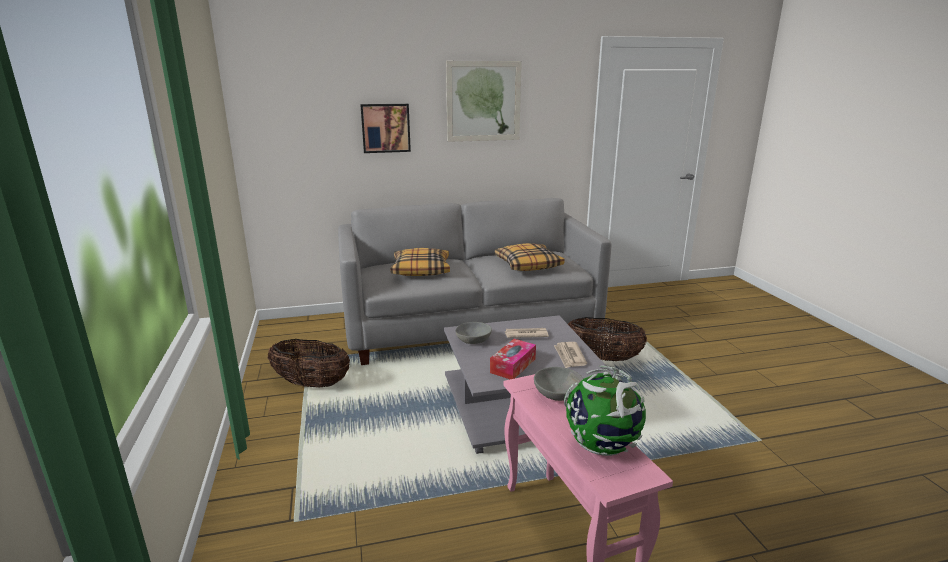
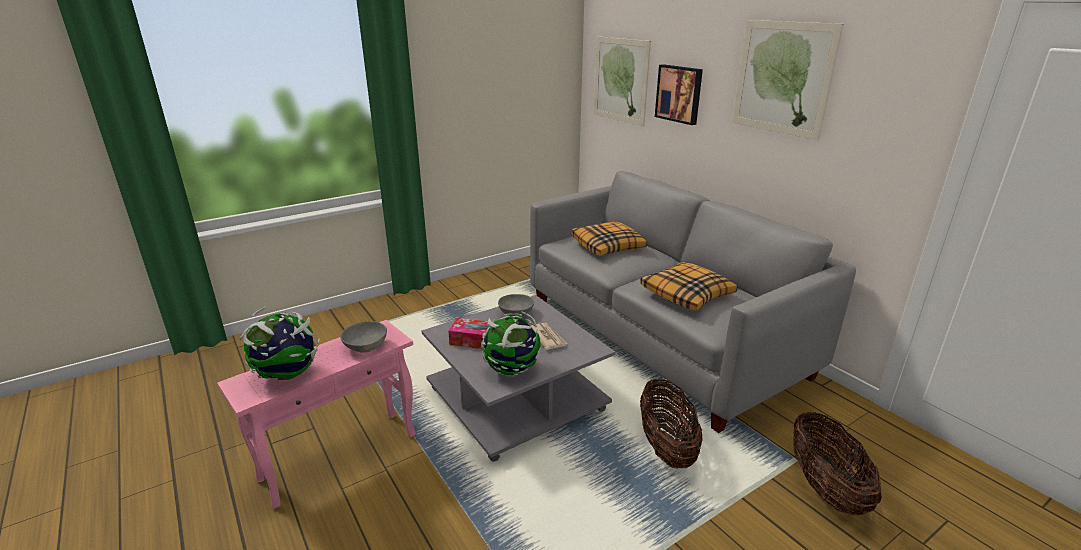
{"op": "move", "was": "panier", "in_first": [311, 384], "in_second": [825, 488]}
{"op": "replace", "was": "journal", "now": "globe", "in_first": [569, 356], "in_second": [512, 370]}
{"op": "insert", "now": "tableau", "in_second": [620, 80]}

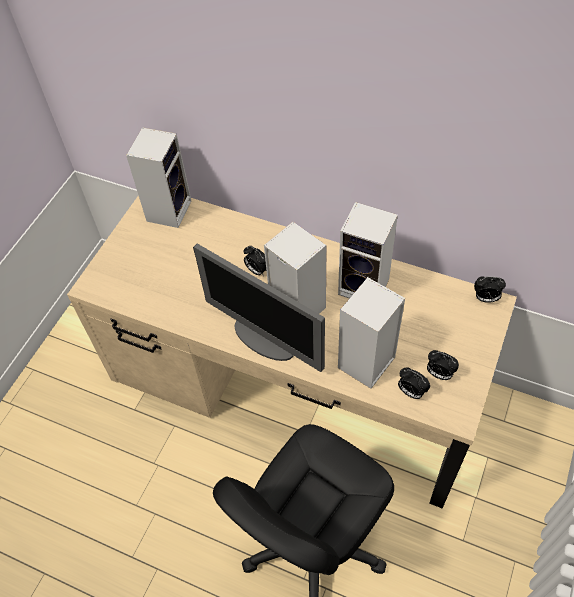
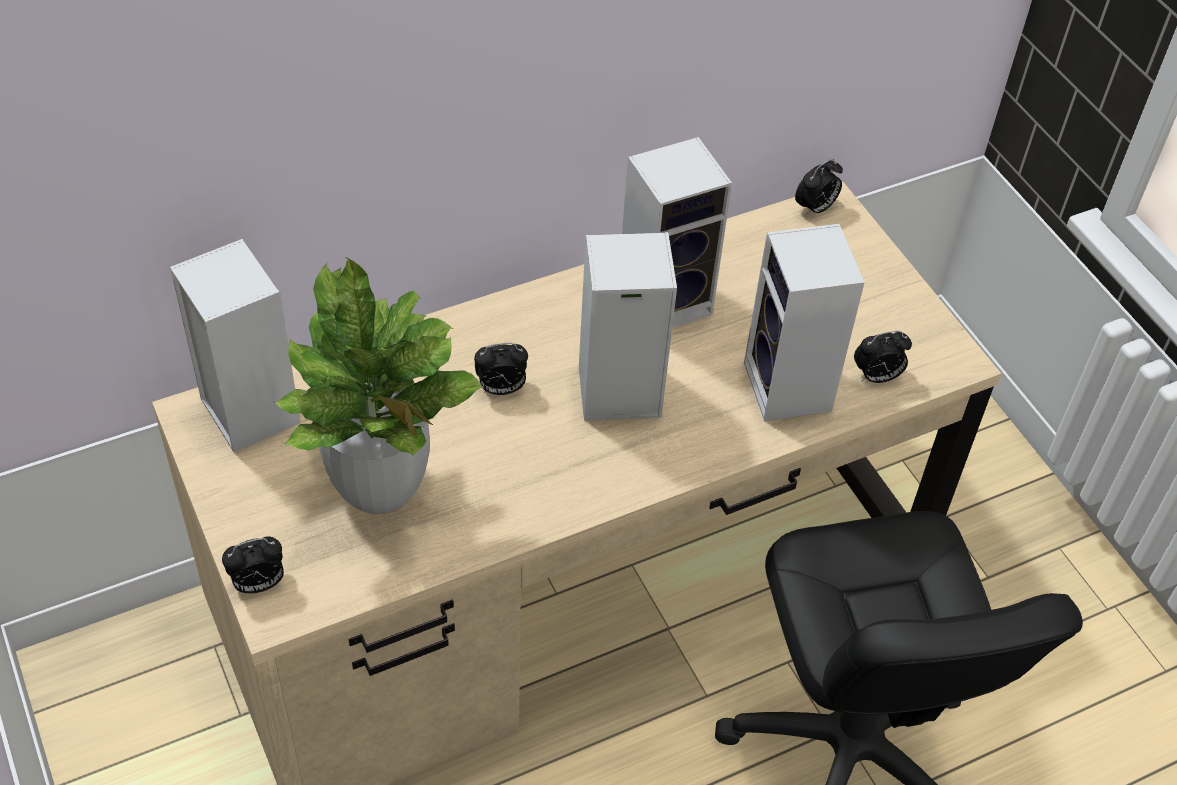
{"op": "delete", "was": "écran d'ordinateur", "in_first": [264, 340]}
{"op": "move", "was": "réveil", "in_first": [439, 374], "in_second": [258, 584]}
{"op": "insert", "now": "plante en pot", "in_second": [380, 488]}

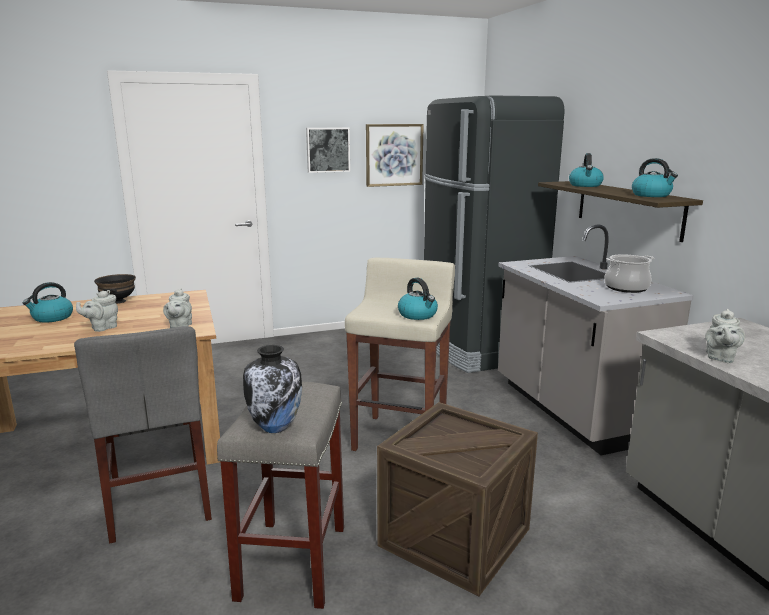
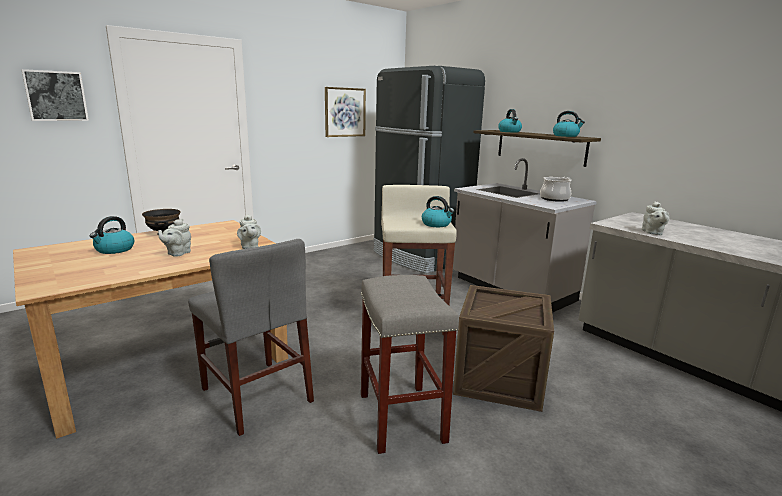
{"op": "delete", "was": "vase", "in_first": [276, 427]}
{"op": "move", "was": "tableau", "in_first": [327, 149], "in_second": [56, 96]}

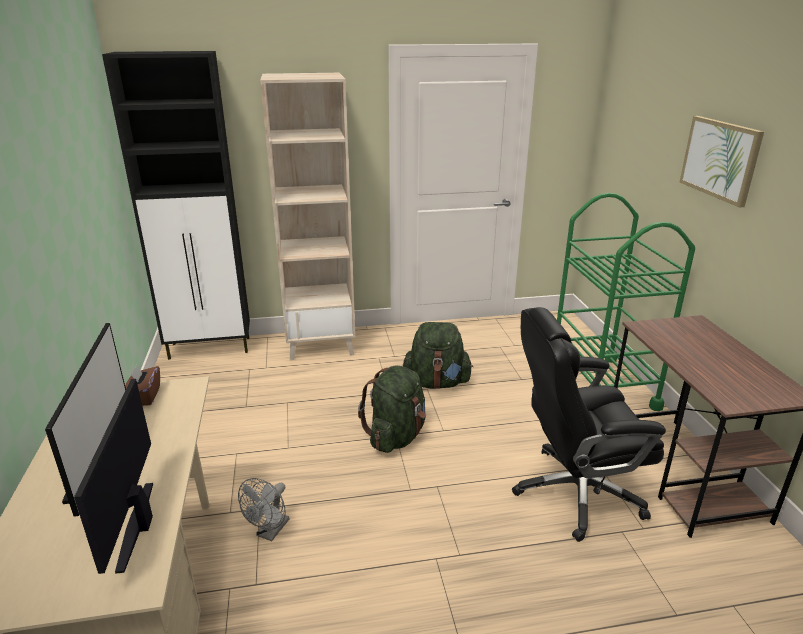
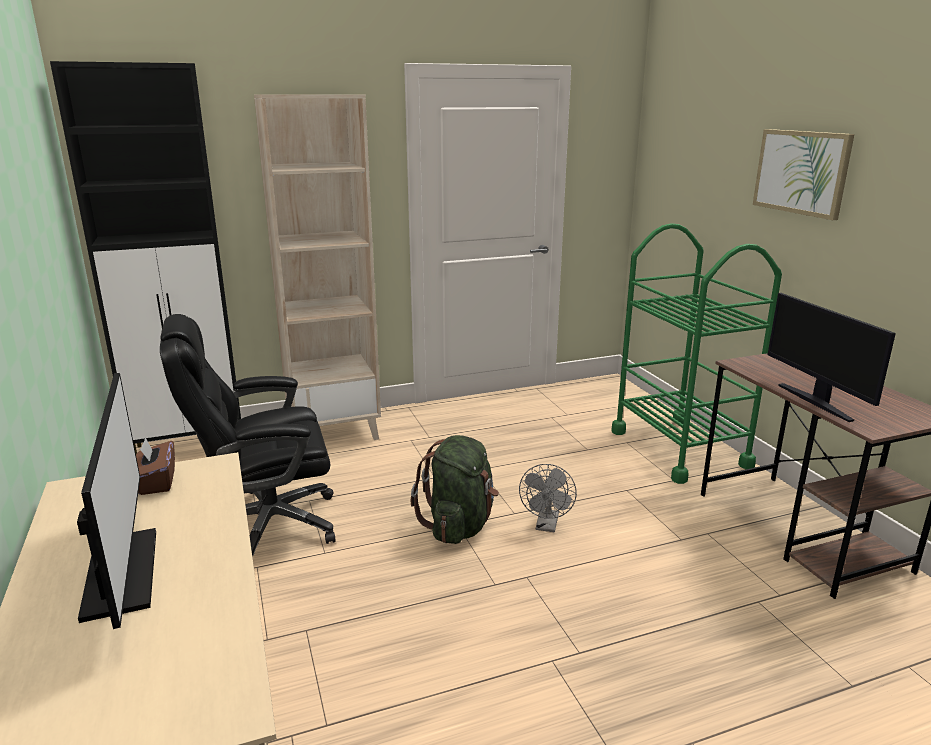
{"op": "move", "was": "écran d'ordinateur", "in_first": [140, 524], "in_second": [816, 402]}
{"op": "move", "was": "ventilateur/gris", "in_first": [270, 532], "in_second": [547, 526]}
{"op": "delete", "was": "sac à dos/vert", "in_first": [436, 382]}
{"op": "move", "was": "chaise de bureau/noir", "in_first": [574, 492], "in_second": [267, 526]}

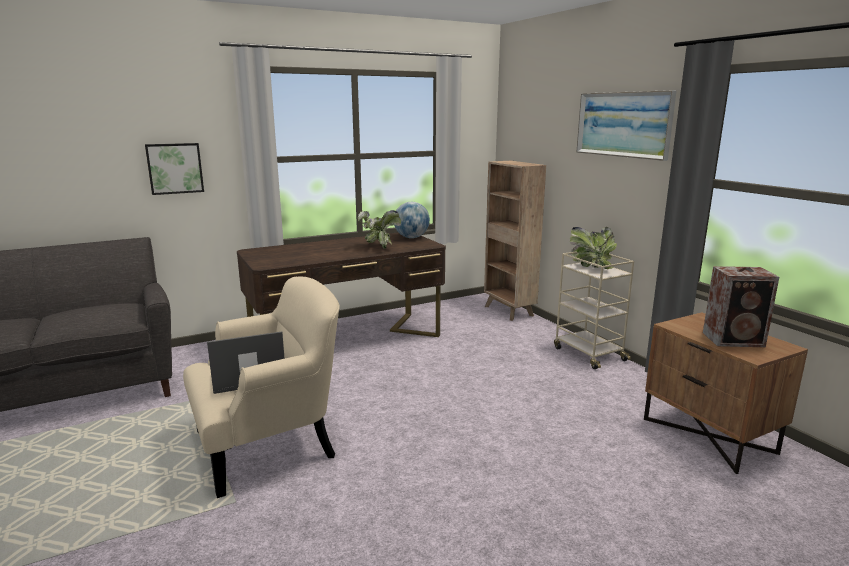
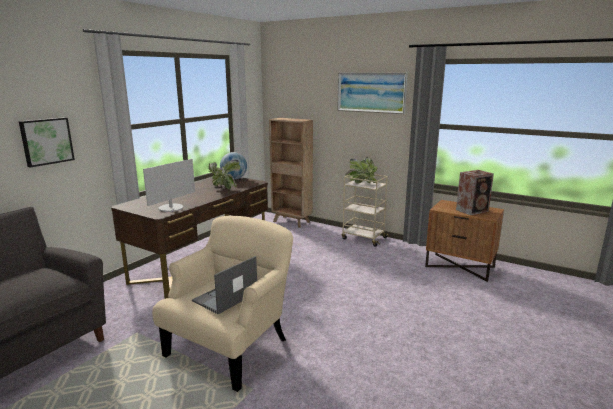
{"op": "insert", "now": "écran d'ordinateur", "in_second": [171, 208]}

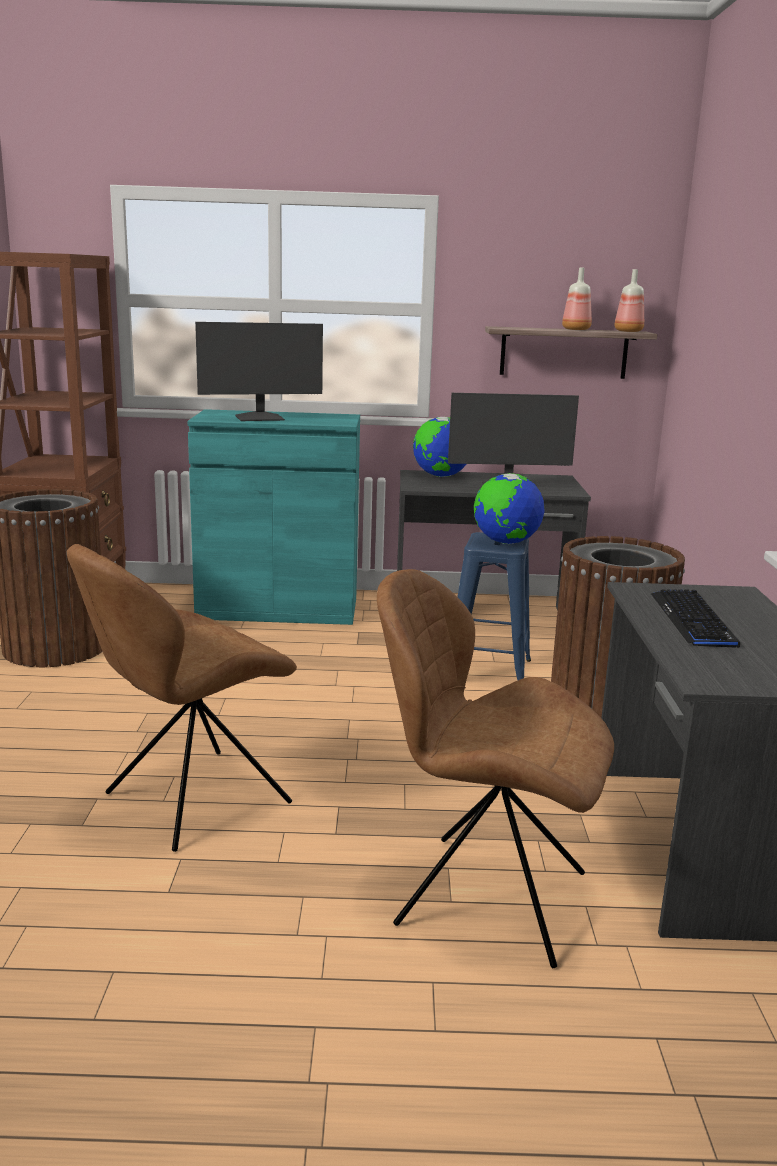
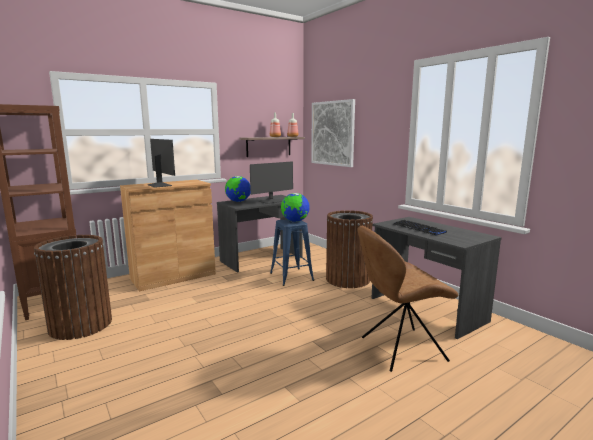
{"op": "delete", "was": "chaise/marron", "in_first": [191, 800]}
{"op": "recolor", "was": "meuble de rangement/turquoise", "now": "meuble de rangement/marron", "in_first": [278, 608], "in_second": [173, 276]}
{"op": "rotate", "was": "écran d'ordinateur", "in_first": [260, 418], "in_second": [160, 185], "clockwise": -75}
{"op": "insert", "now": "tableau", "in_second": [332, 133]}

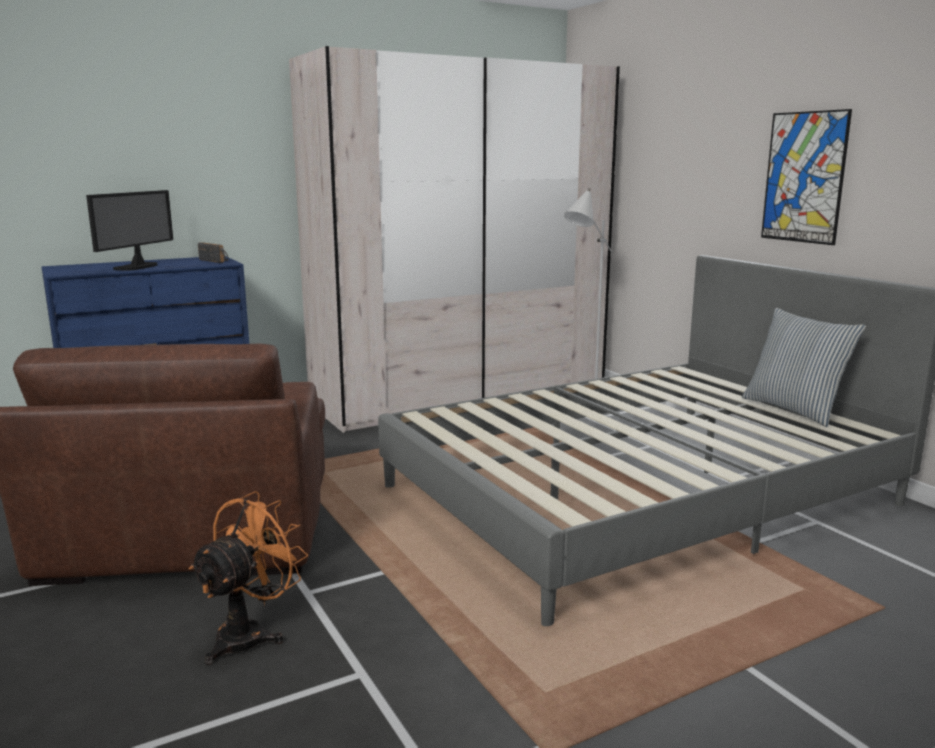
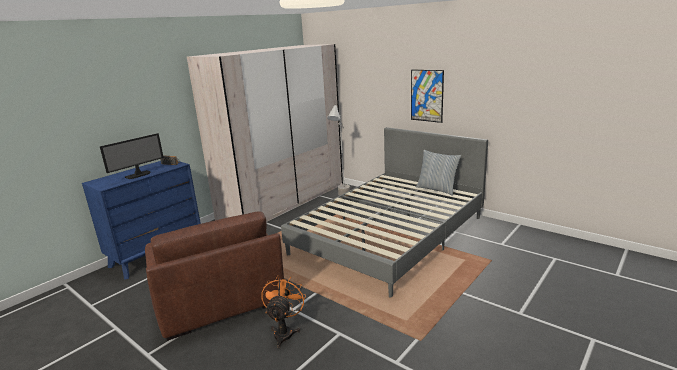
{"op": "rotate", "was": "écran d'ordinateur", "in_first": [138, 267], "in_second": [138, 175], "clockwise": 45}

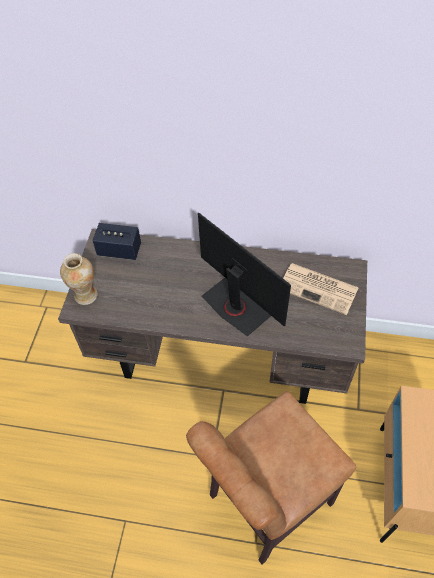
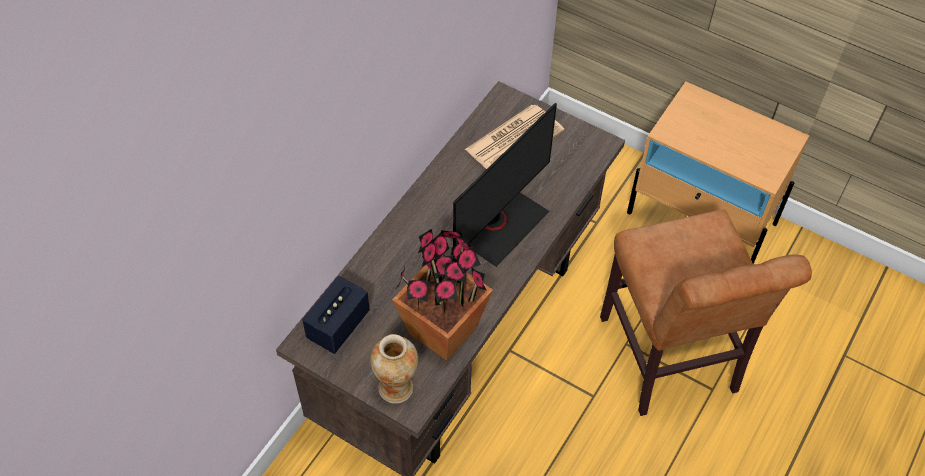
{"op": "rotate", "was": "écran d'ordinateur", "in_first": [238, 304], "in_second": [498, 224], "clockwise": 150}
{"op": "insert", "now": "plante en pot", "in_second": [443, 330]}

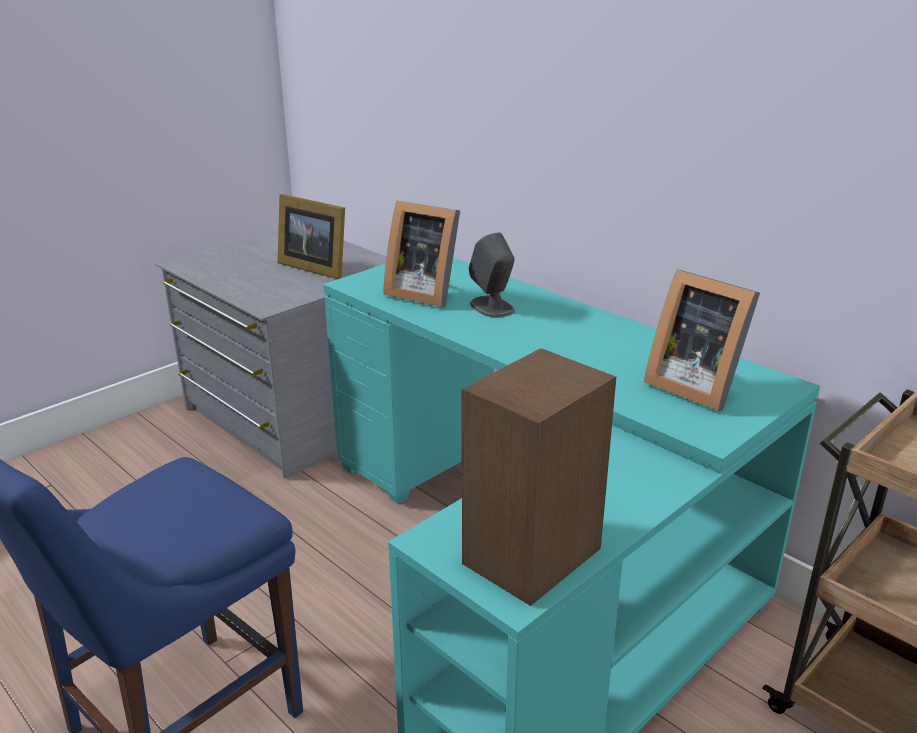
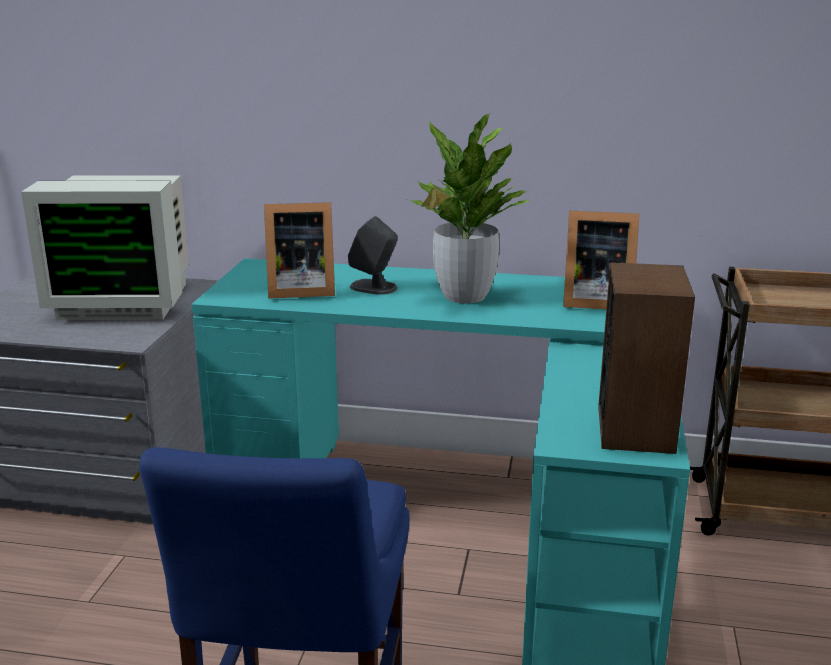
{"op": "replace", "was": "cadre photo", "now": "écran d'ordinateur", "in_first": [314, 267], "in_second": [124, 301]}
{"op": "insert", "now": "plante en pot", "in_second": [464, 296]}

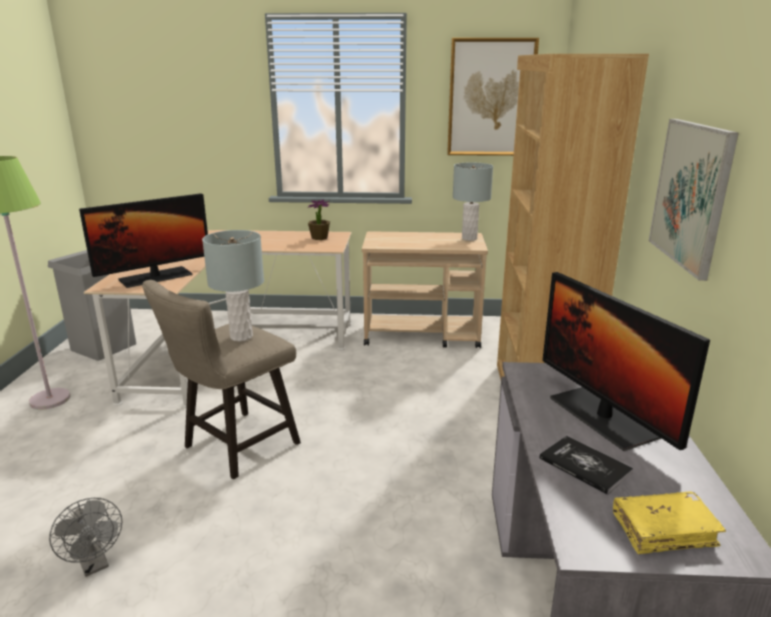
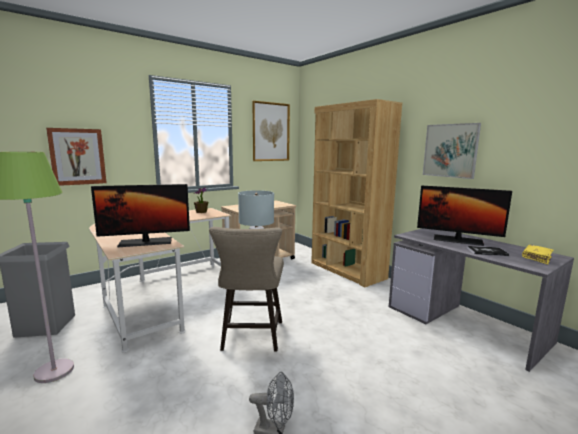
{"op": "rotate", "was": "écran d'ordinateur", "in_first": [156, 277], "in_second": [145, 242], "clockwise": 60}
{"op": "delete", "was": "lampe de table/gris", "in_first": [469, 238]}
{"op": "insert", "now": "tableau", "in_second": [77, 156]}

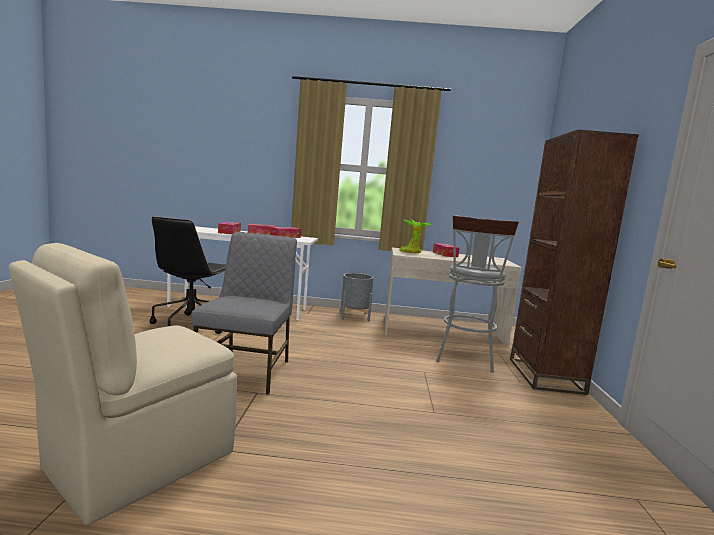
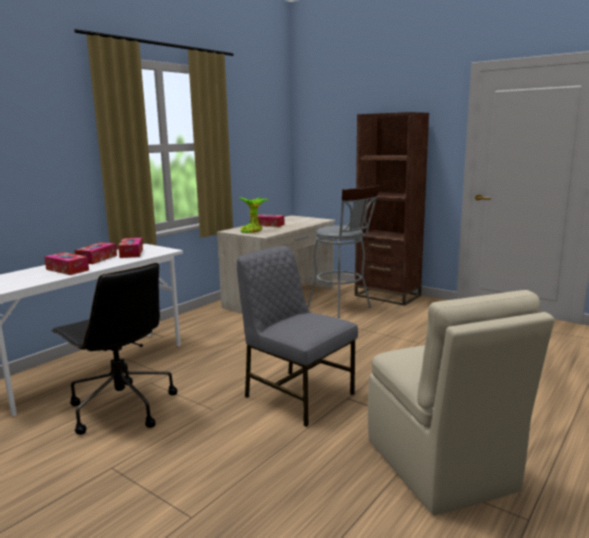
{"op": "delete", "was": "cache-pot/gris", "in_first": [354, 316]}

